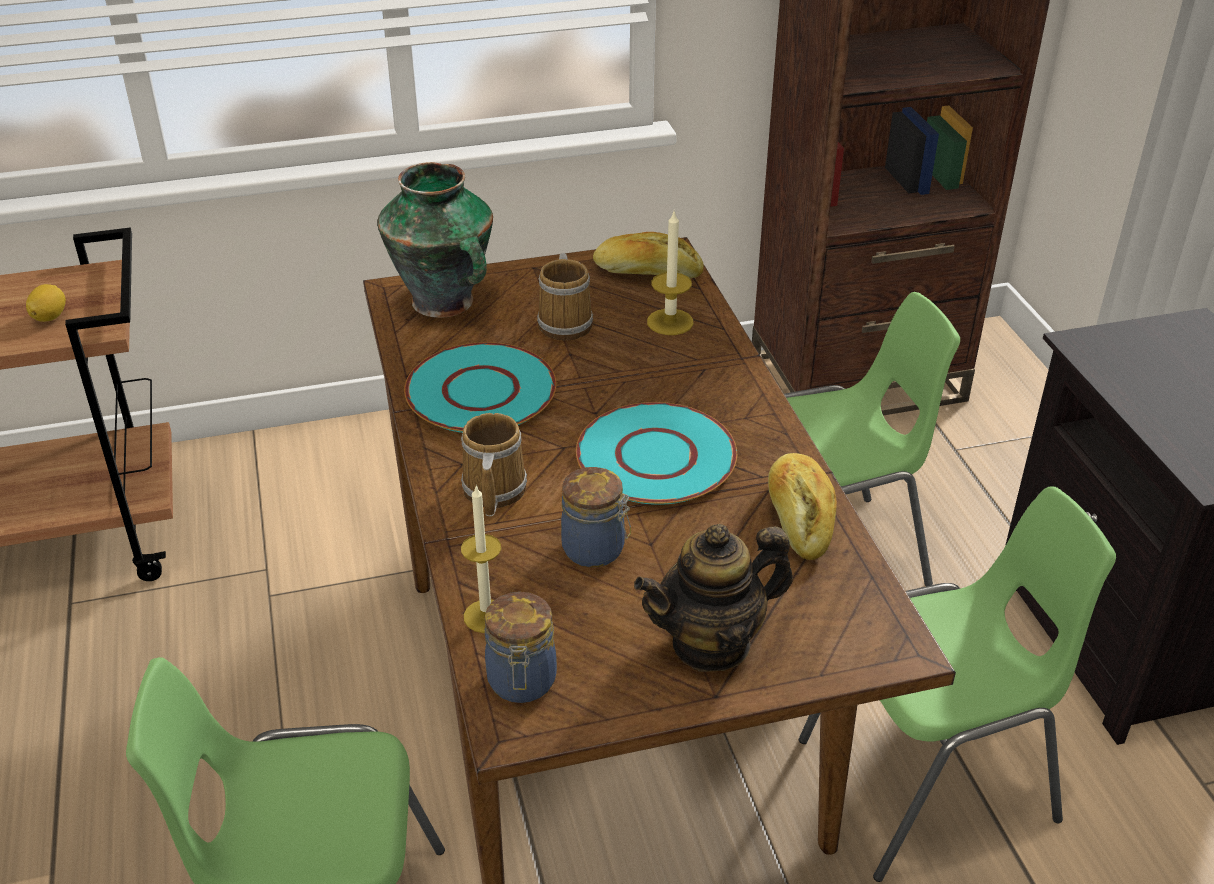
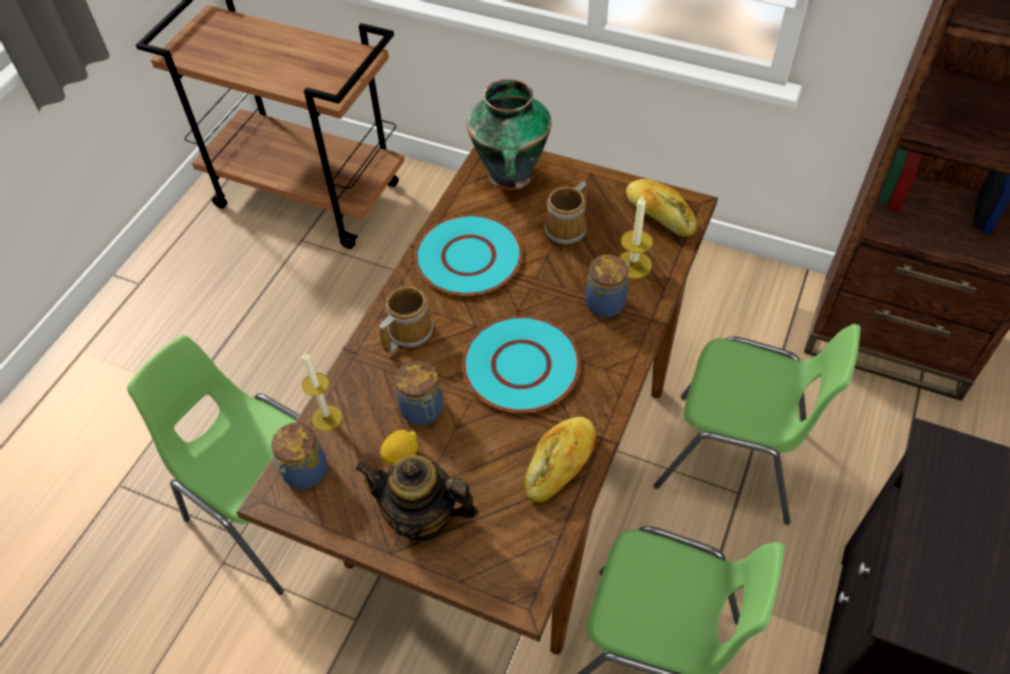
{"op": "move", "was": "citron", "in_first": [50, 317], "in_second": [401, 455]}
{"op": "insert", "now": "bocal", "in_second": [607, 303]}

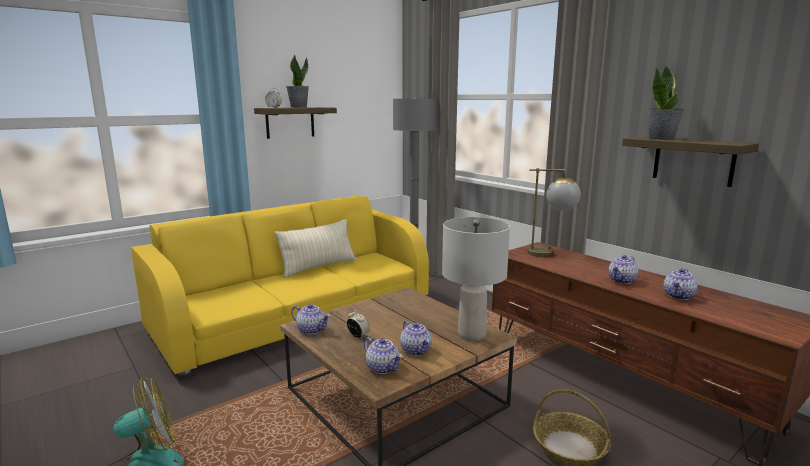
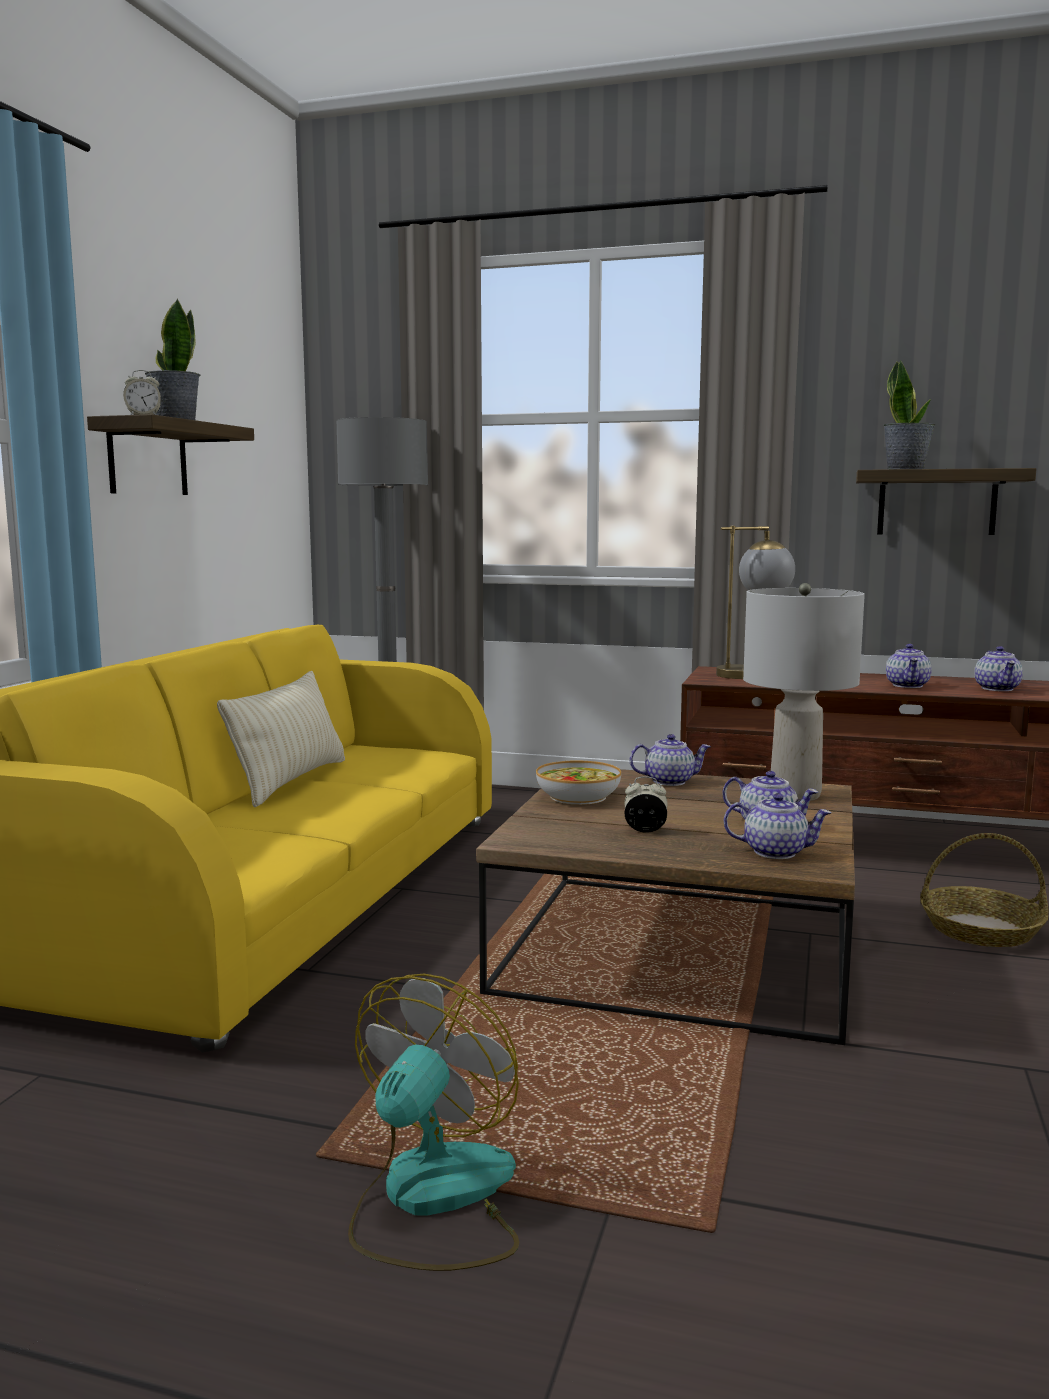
{"op": "move", "was": "théière", "in_first": [312, 330], "in_second": [669, 781]}
{"op": "insert", "now": "bol", "in_second": [577, 796]}

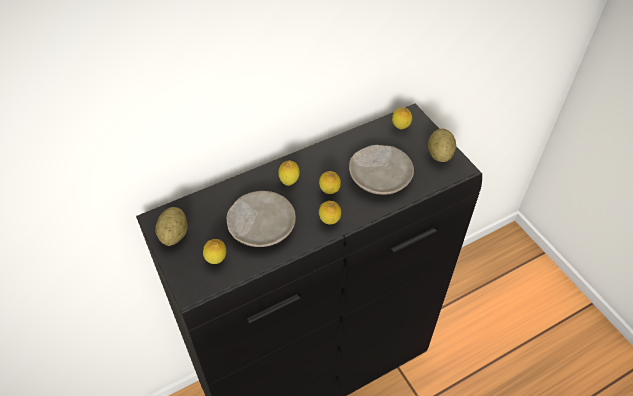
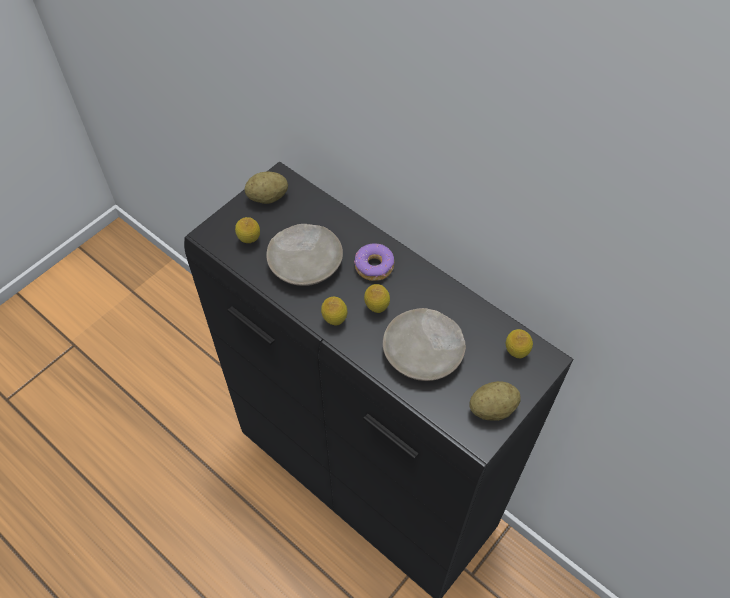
{"op": "replace", "was": "citron", "now": "beignet", "in_first": [289, 182], "in_second": [374, 267]}

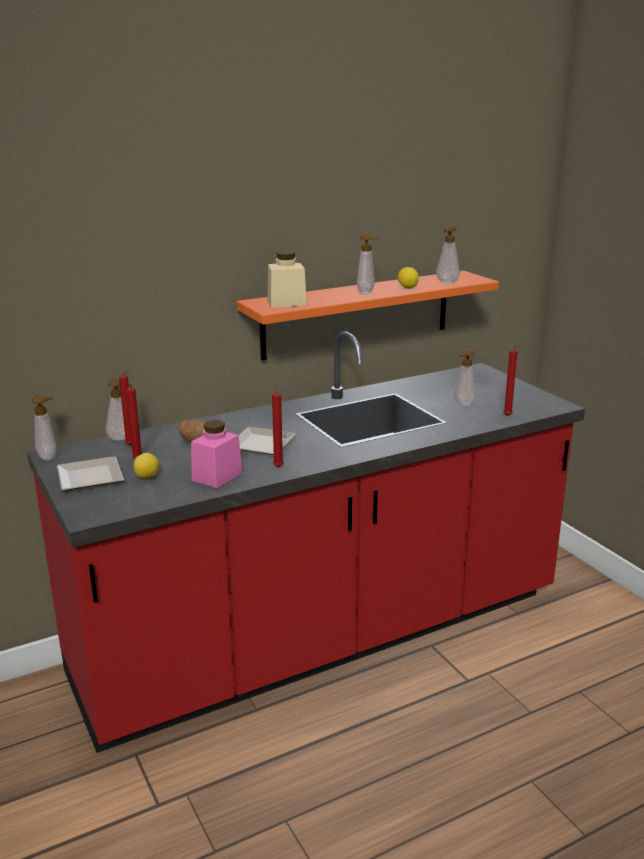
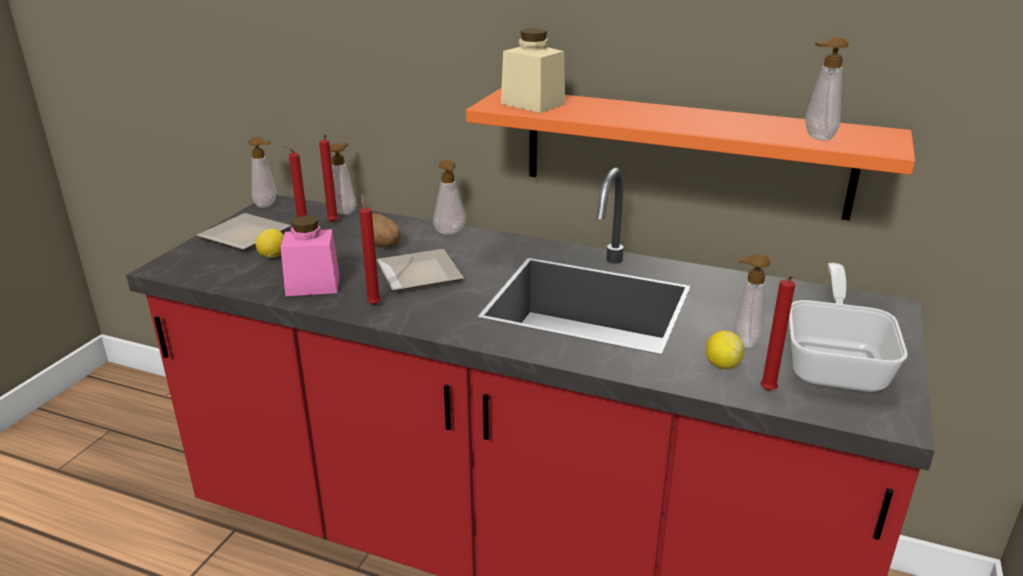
{"op": "move", "was": "distributeur de savon", "in_first": [367, 293], "in_second": [450, 233]}
{"op": "move", "was": "citron", "in_first": [407, 288], "in_second": [722, 365]}
{"op": "insert", "now": "poêle", "in_second": [836, 362]}

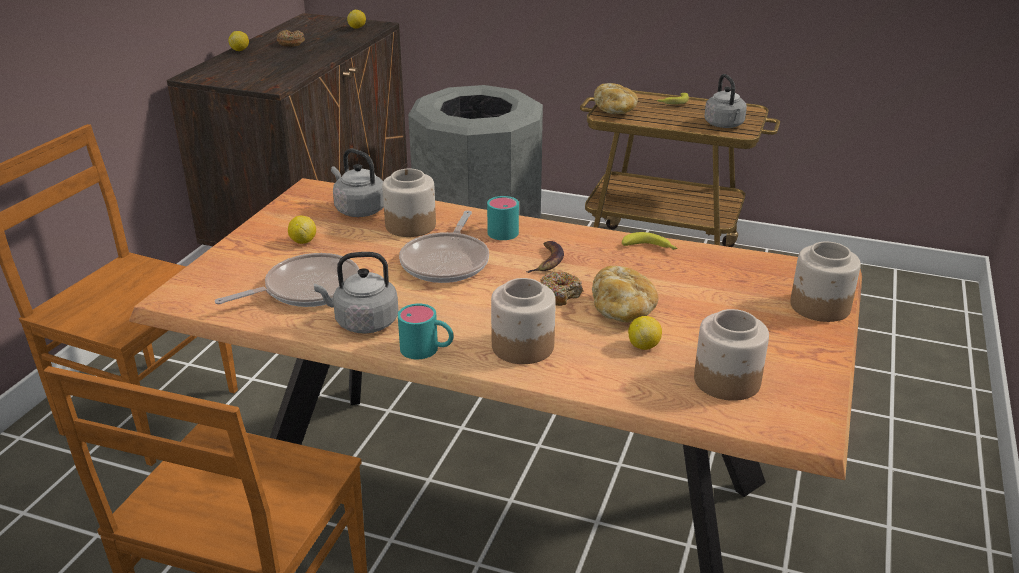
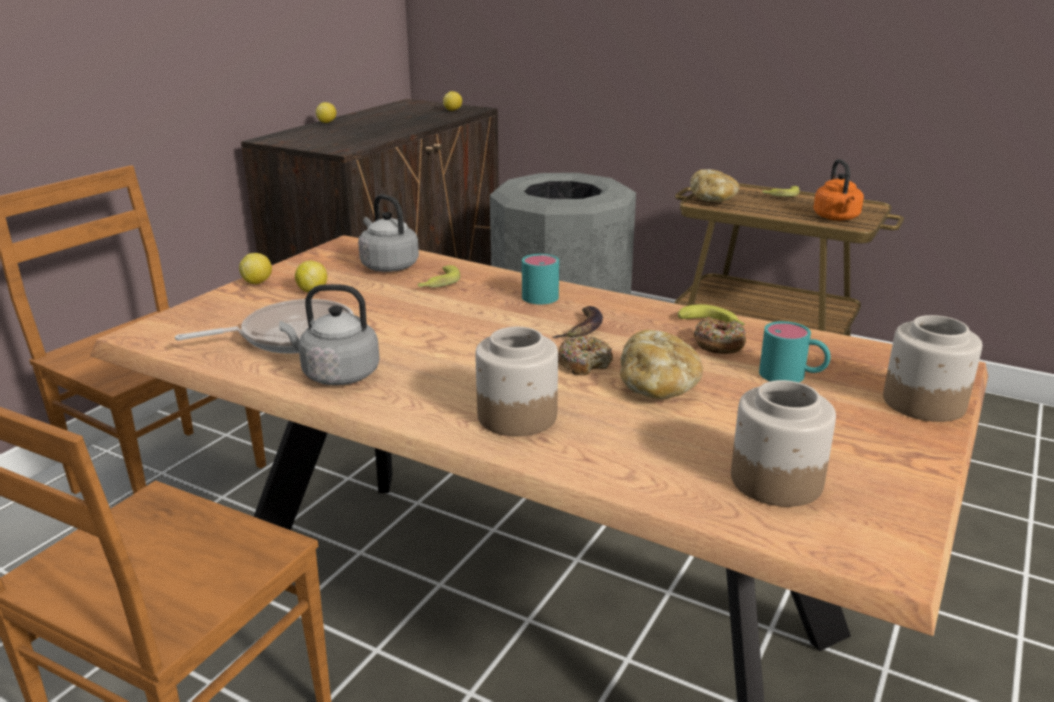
{"op": "move", "was": "beignet", "in_first": [291, 43], "in_second": [718, 344]}
{"op": "replace", "was": "bocal", "now": "banane", "in_first": [410, 225], "in_second": [437, 283]}
{"op": "move", "was": "mug/turquoise", "in_first": [427, 350], "in_second": [792, 376]}
{"op": "delete", "was": "poêle", "in_first": [447, 262]}
{"op": "move", "was": "citron", "in_first": [643, 346], "in_second": [258, 282]}
{"op": "recolor", "was": "bouilloire/gris", "now": "bouilloire/orange", "in_first": [724, 125], "in_second": [837, 218]}

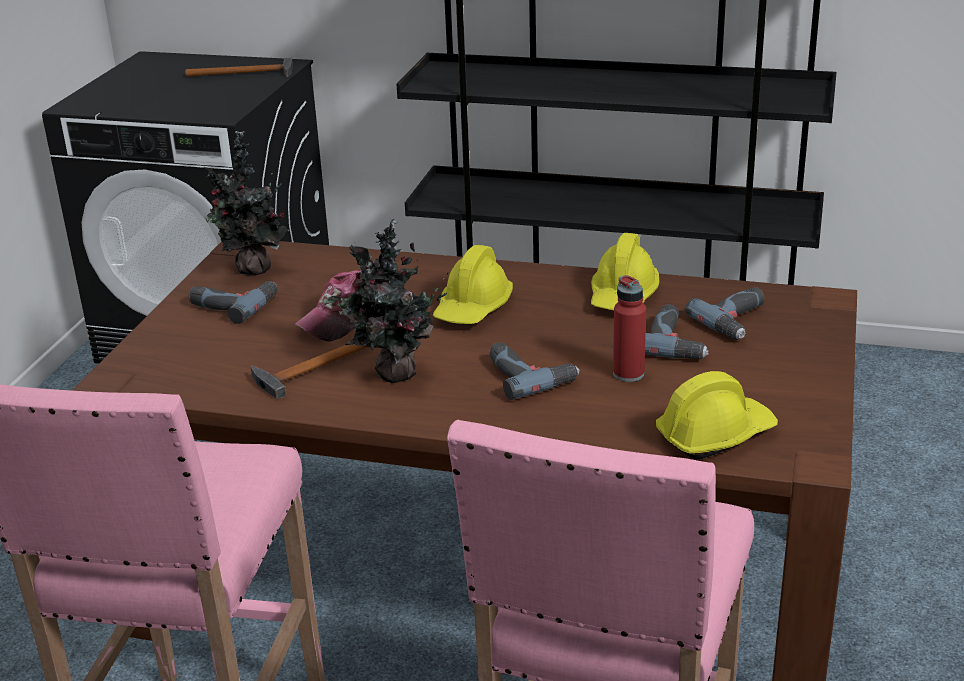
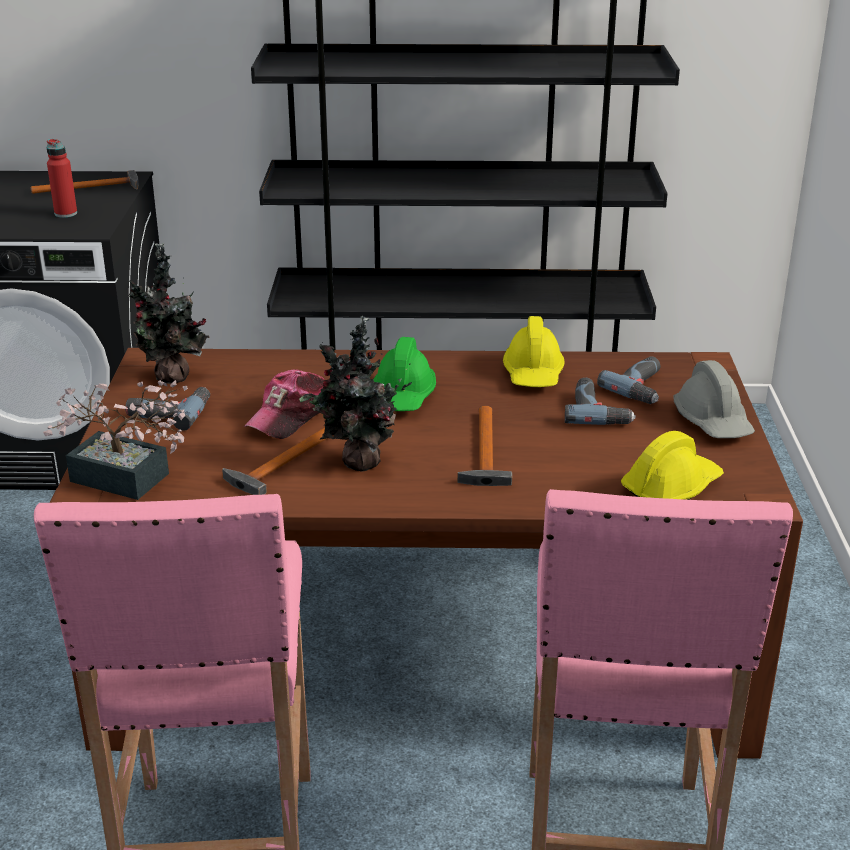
{"op": "recolor", "was": "casque de chantier/jaune", "now": "casque de chantier/vert", "in_first": [473, 309], "in_second": [403, 397]}
{"op": "replace", "was": "perceuse", "now": "marteau", "in_first": [529, 375], "in_second": [484, 452]}
{"op": "move", "was": "bouteille/rouge", "in_first": [628, 374], "in_second": [66, 214]}
{"op": "insert", "now": "plante en pot", "in_second": [128, 480]}
{"op": "insert", "now": "casque de chantier/gris", "in_second": [713, 422]}

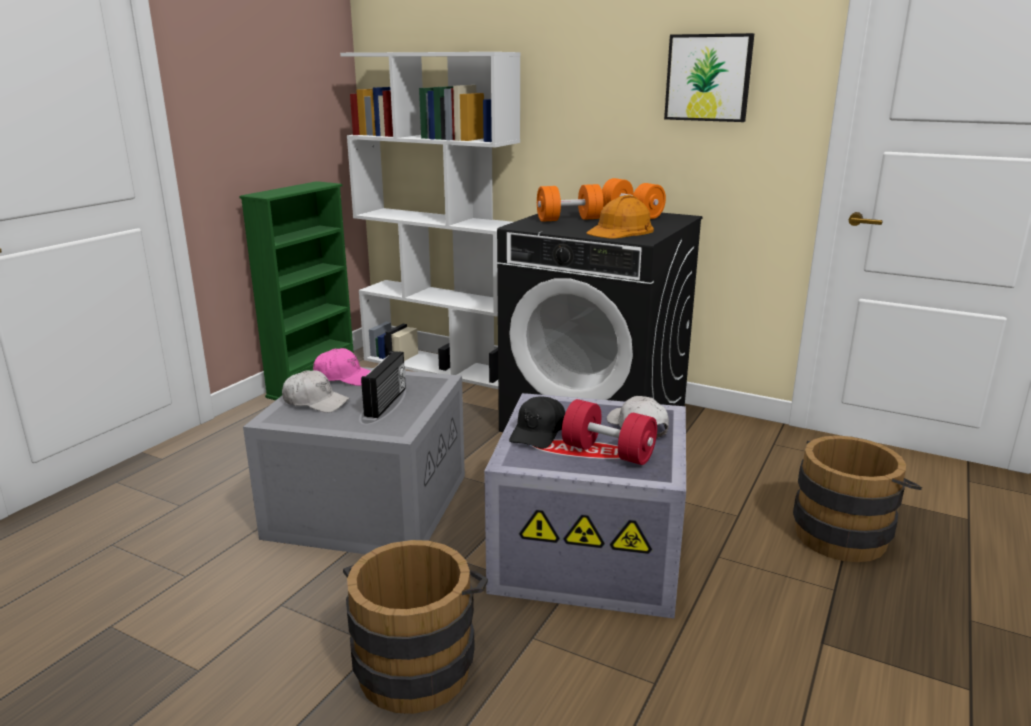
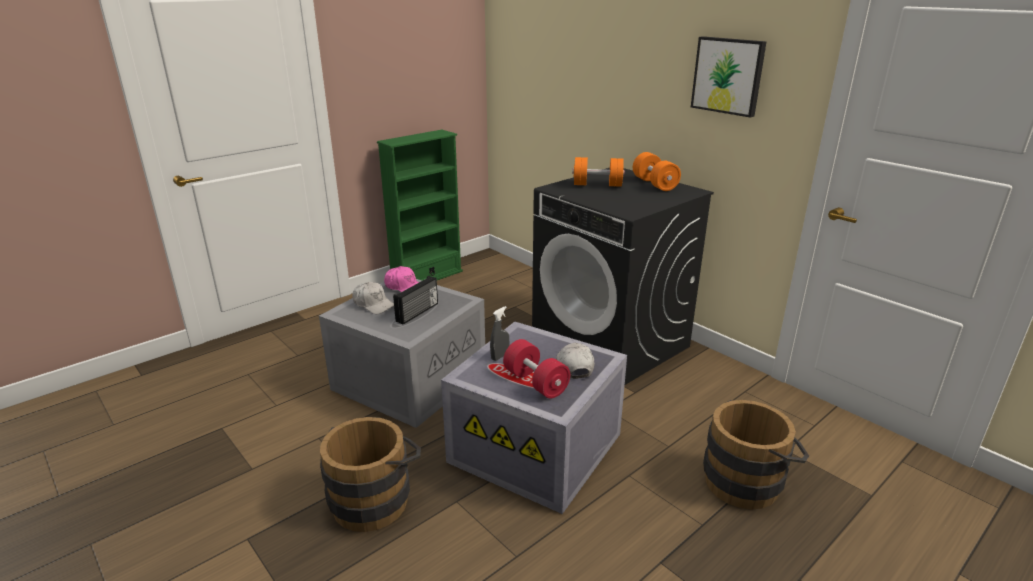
{"op": "delete", "was": "bibliothèque/blanc", "in_first": [441, 366]}
{"op": "replace", "was": "casquette/noir", "now": "vaporisateur/gris", "in_first": [538, 433], "in_second": [500, 357]}
{"op": "delete", "was": "casque de chantier/orange", "in_first": [621, 230]}

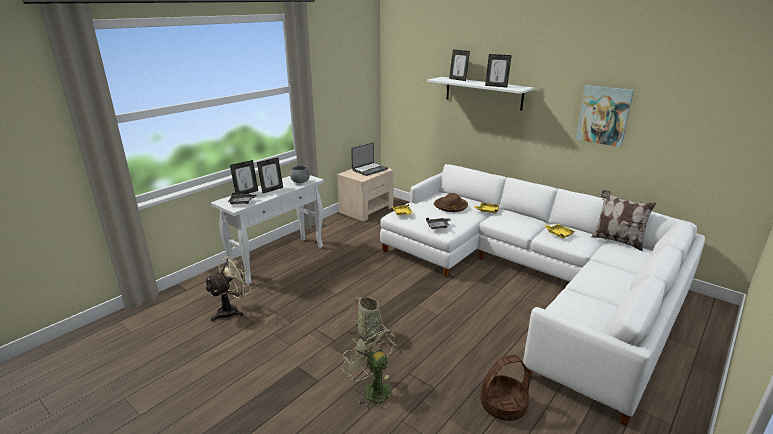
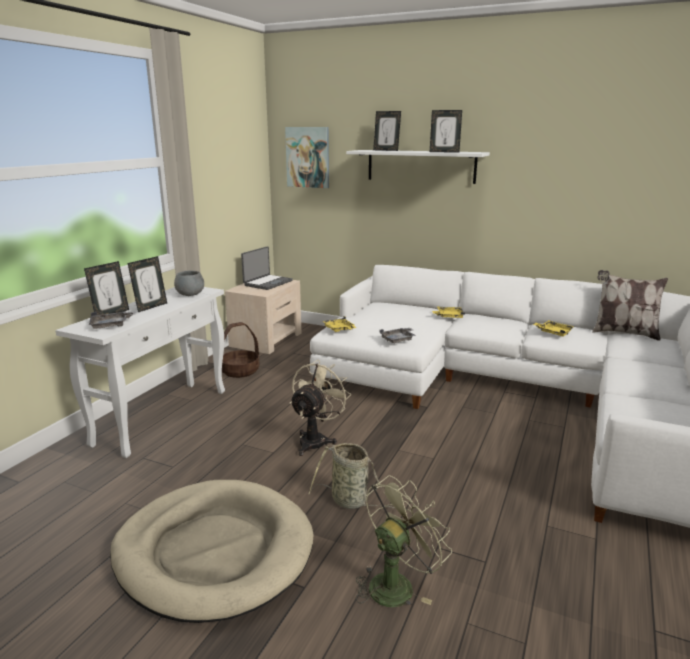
{"op": "move", "was": "ventilateur/beige", "in_first": [232, 310], "in_second": [316, 440]}
{"op": "rotate", "was": "ventilateur/vert", "in_first": [372, 389], "in_second": [396, 583], "clockwise": 105}
{"op": "delete", "was": "chapeau/marron", "in_first": [451, 206]}
{"op": "move", "was": "panier", "in_first": [503, 405], "in_second": [240, 371]}
{"op": "move", "was": "tableau", "in_first": [604, 115], "in_second": [308, 157]}
{"op": "insert", "now": "panier pour chien/beige", "in_second": [214, 552]}

